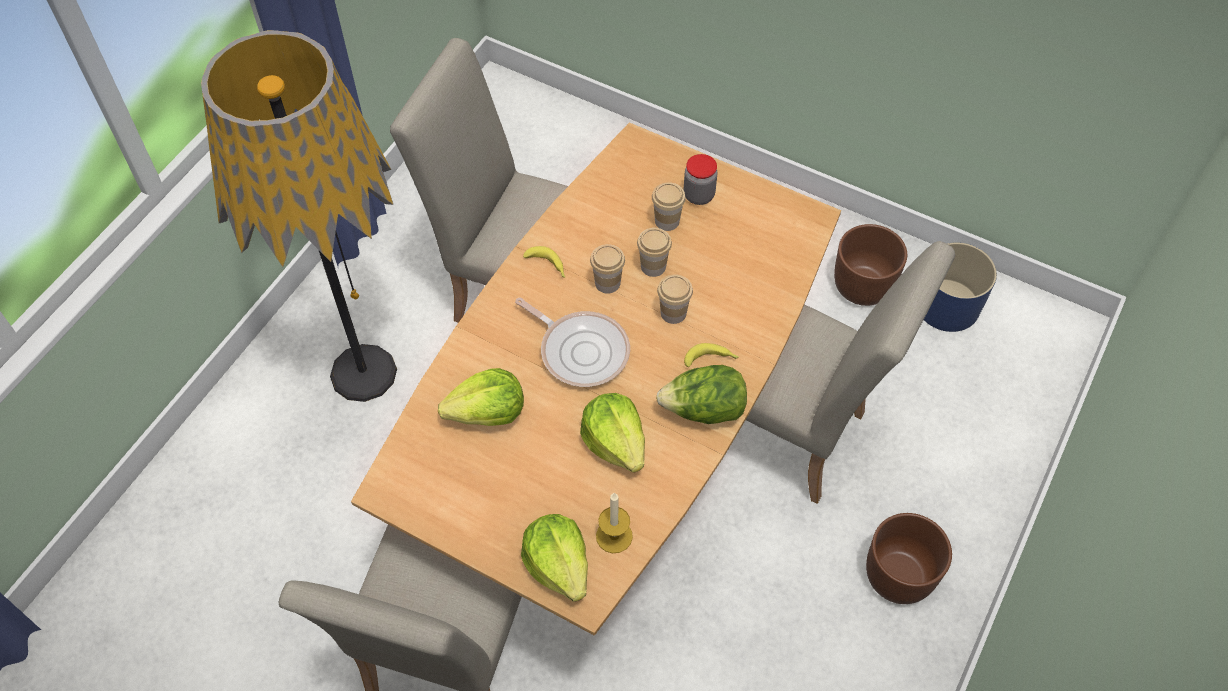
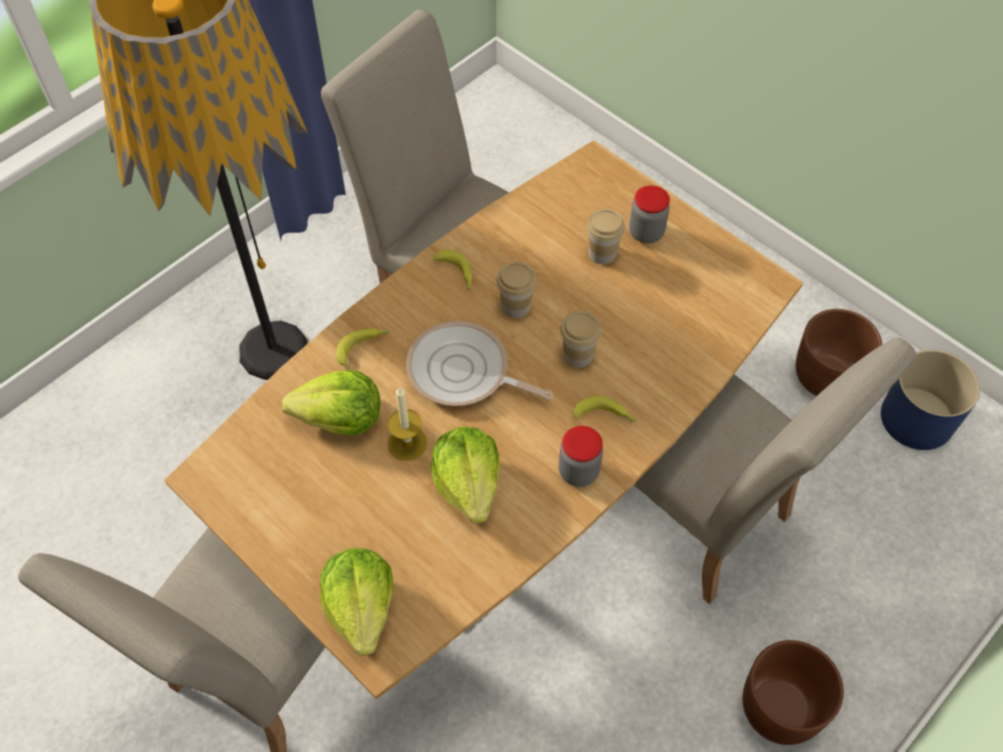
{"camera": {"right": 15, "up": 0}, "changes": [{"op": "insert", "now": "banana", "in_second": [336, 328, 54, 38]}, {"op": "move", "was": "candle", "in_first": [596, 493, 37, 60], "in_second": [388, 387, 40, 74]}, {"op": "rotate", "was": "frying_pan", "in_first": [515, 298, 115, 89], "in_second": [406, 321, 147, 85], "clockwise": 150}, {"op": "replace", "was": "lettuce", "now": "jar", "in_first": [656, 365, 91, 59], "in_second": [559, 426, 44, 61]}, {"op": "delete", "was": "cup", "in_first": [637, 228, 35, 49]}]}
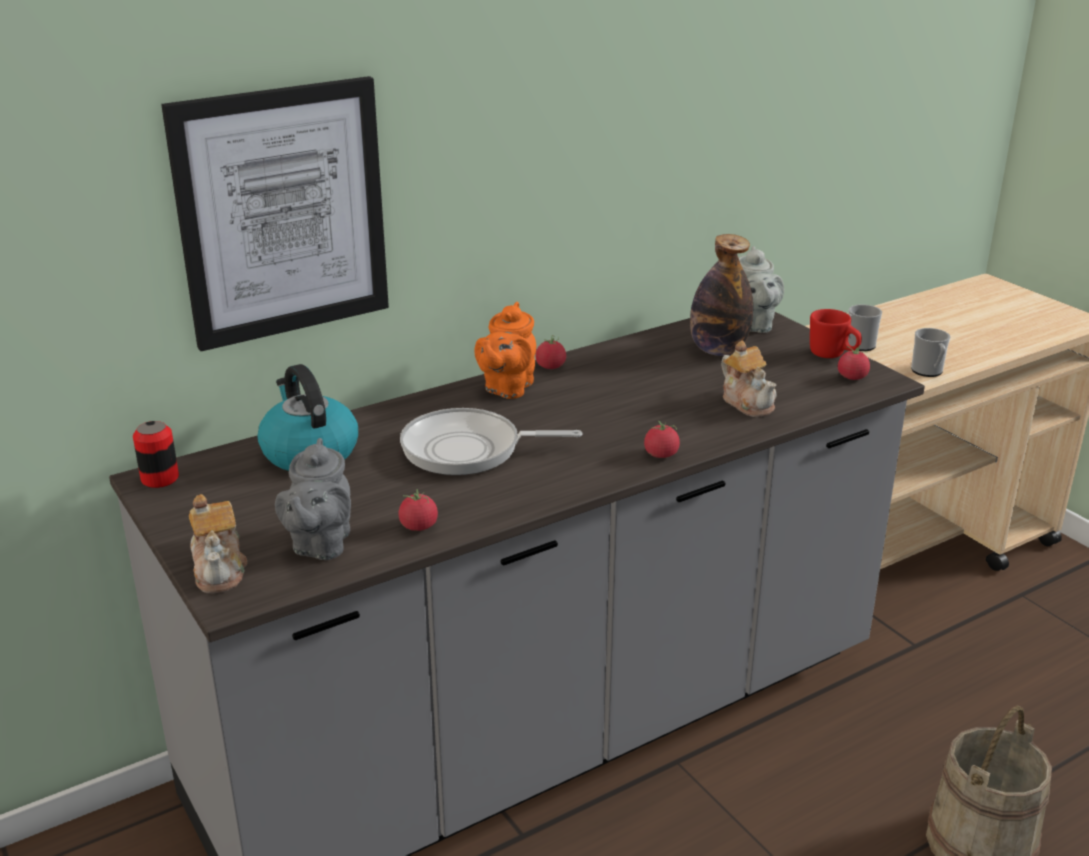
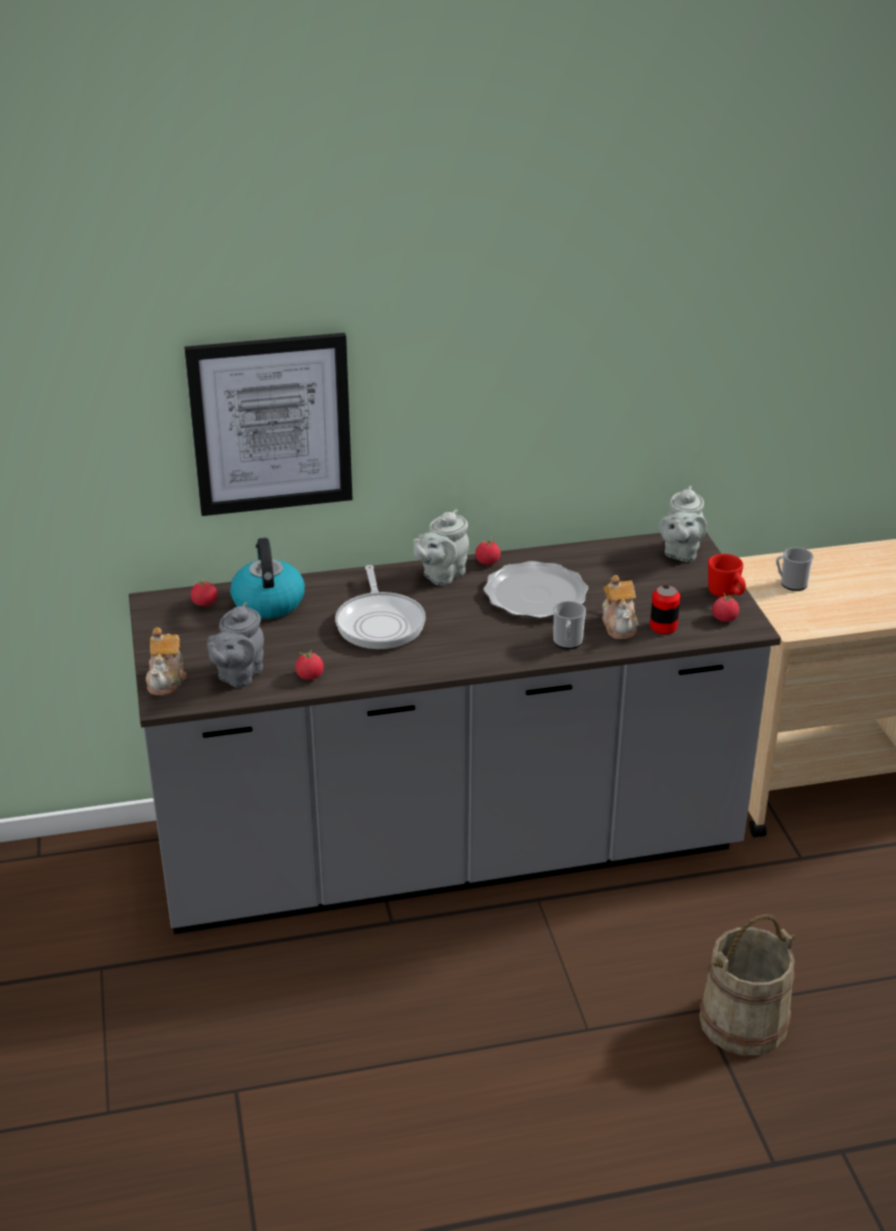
{"camera": {"right": 20, "up": 5}, "changes": [{"op": "move", "was": "tomato", "in_first": [644, 421, 36, 37], "in_second": [191, 579, 26, 27]}, {"op": "rotate", "was": "frying_pan", "in_first": [400, 408, 183, 67], "in_second": [335, 565, 91, 84], "clockwise": -120}, {"op": "recolor", "was": "orange_teapot", "now": "grey_teapot", "in_first": [475, 302, 61, 97], "in_second": [413, 509, 56, 77]}, {"op": "insert", "now": "plate", "in_second": [483, 561, 106, 57]}, {"op": "move", "was": "mug", "in_first": [911, 328, 39, 49], "in_second": [553, 601, 33, 48]}, {"op": "move", "was": "can", "in_first": [133, 421, 46, 67], "in_second": [650, 585, 30, 49]}, {"op": "delete", "was": "bottle", "in_first": [690, 234, 63, 122]}]}
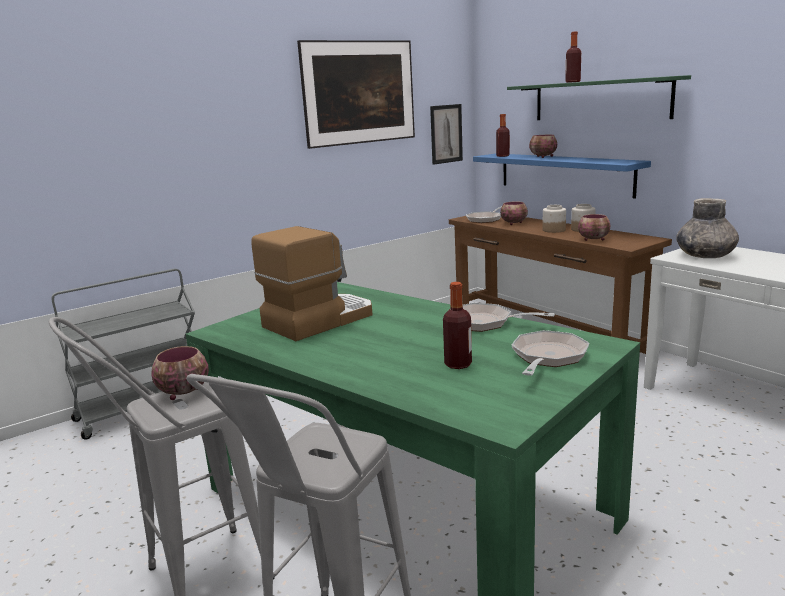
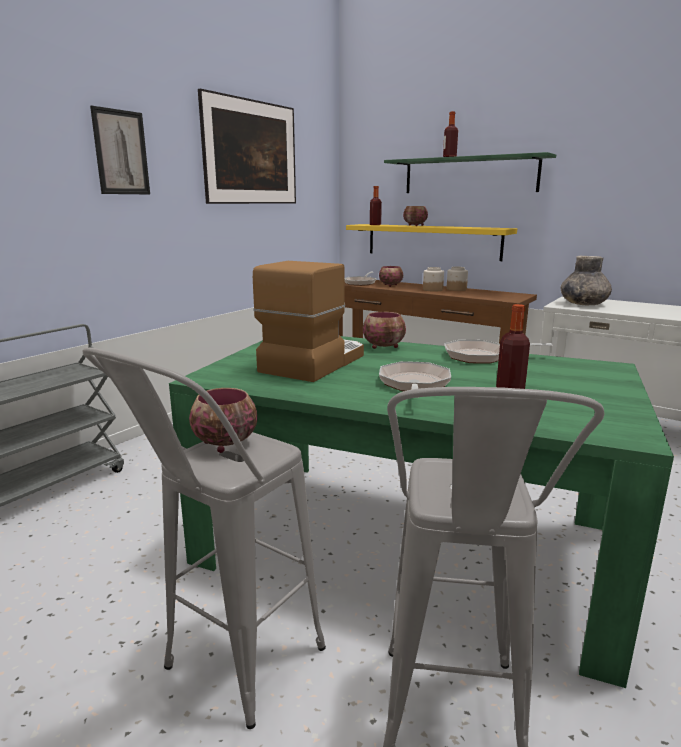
{"camera": {"right": -20, "up": 0}, "changes": [{"op": "move", "was": "picture", "in_first": [430, 104, 33, 61], "in_second": [90, 105, 60, 89]}, {"op": "recolor", "was": "blue_shelf", "now": "yellow_shelf", "in_first": [473, 153, 178, 46], "in_second": [346, 224, 171, 37]}, {"op": "move", "was": "bowl", "in_first": [578, 214, 32, 27], "in_second": [363, 312, 43, 37]}, {"op": "move", "was": "frying_pan", "in_first": [512, 330, 77, 46], "in_second": [379, 361, 72, 37]}]}
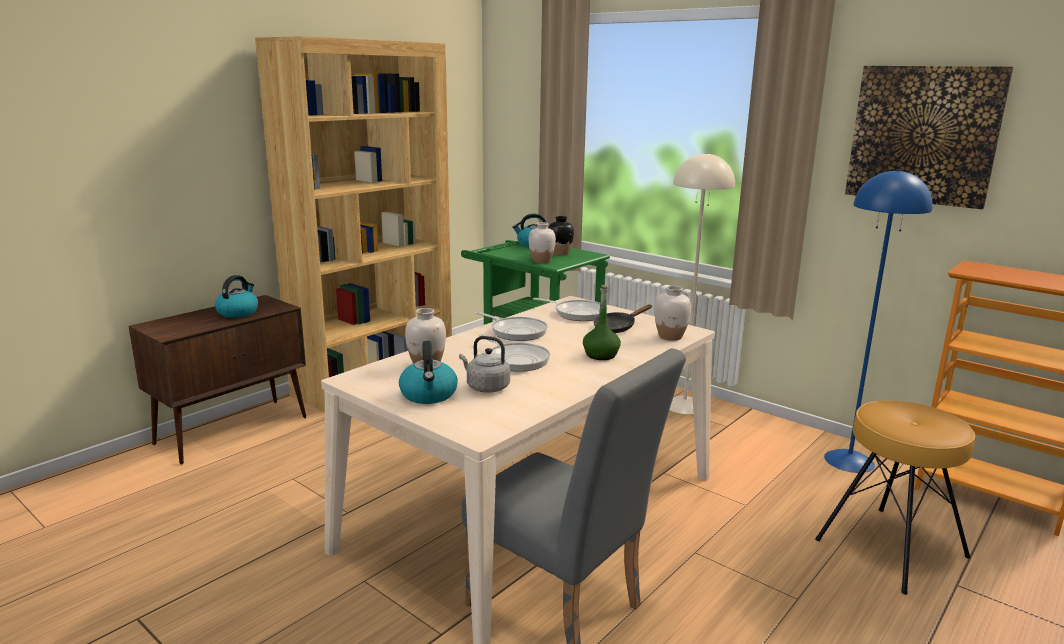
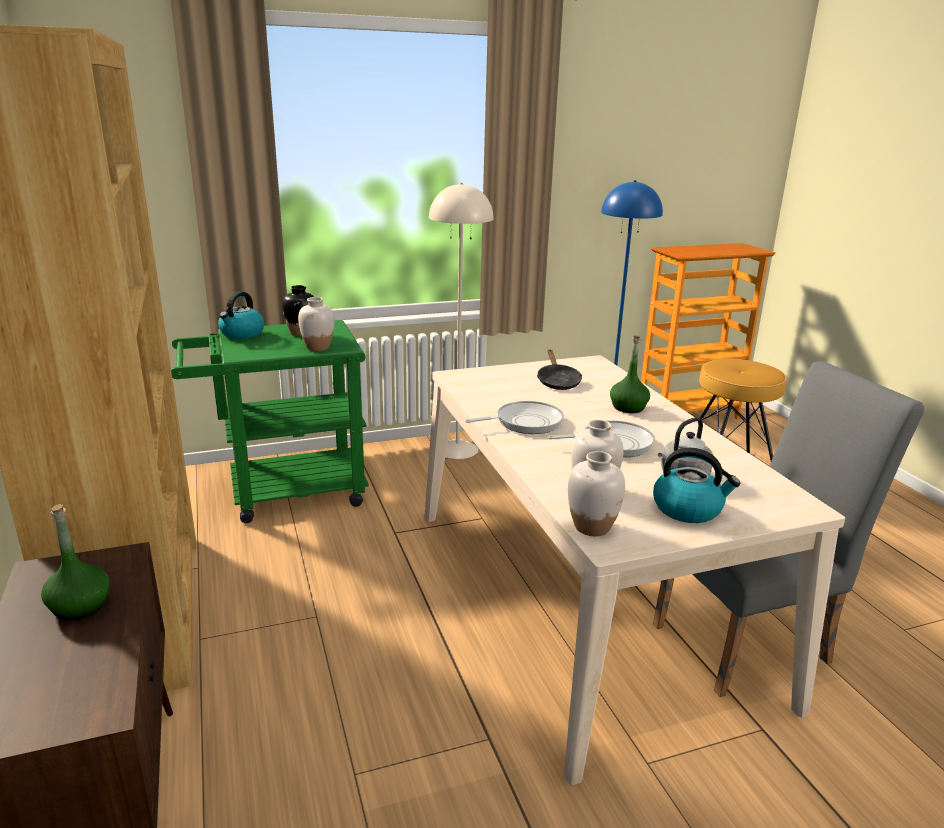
{"camera": {"right": -60, "up": 5}, "changes": [{"op": "replace", "was": "kettle", "now": "green_bottle", "in_first": [215, 275, 43, 43], "in_second": [41, 504, 69, 117]}, {"op": "move", "was": "white_vase", "in_first": [654, 286, 37, 55], "in_second": [568, 451, 57, 85]}, {"op": "delete", "was": "frying_pan", "in_first": [533, 298, 75, 23]}, {"op": "delete", "was": "picture", "in_first": [845, 66, 168, 143]}]}
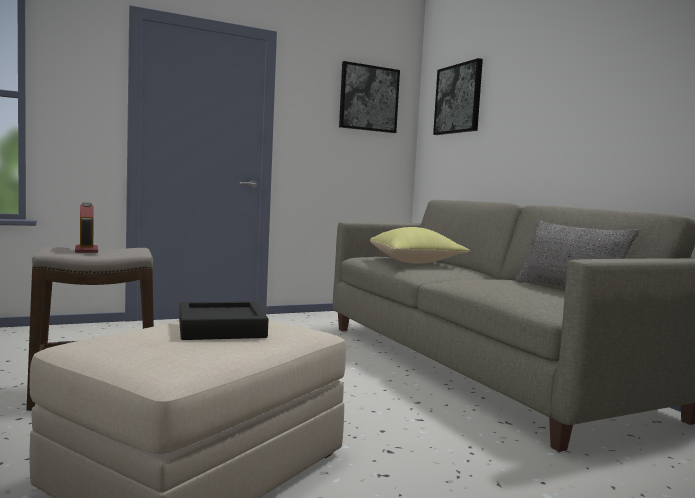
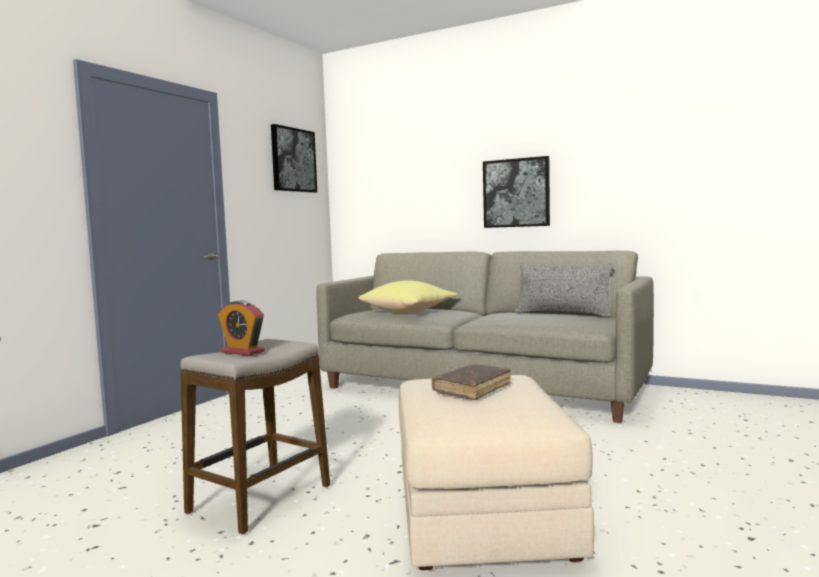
{"camera": {"right": -35, "up": 0}, "changes": [{"op": "replace", "was": "black_tray", "now": "brown_book", "in_first": [179, 301, 89, 39], "in_second": [431, 364, 80, 36]}, {"op": "move", "was": "picture", "in_first": [433, 58, 50, 77], "in_second": [483, 156, 67, 72]}]}
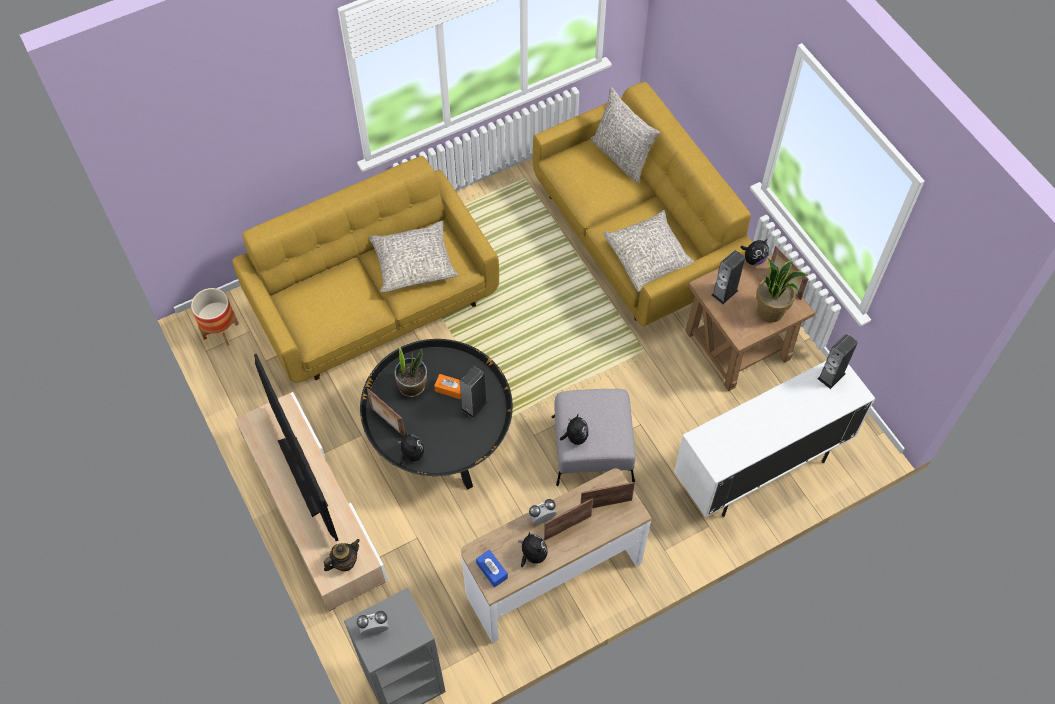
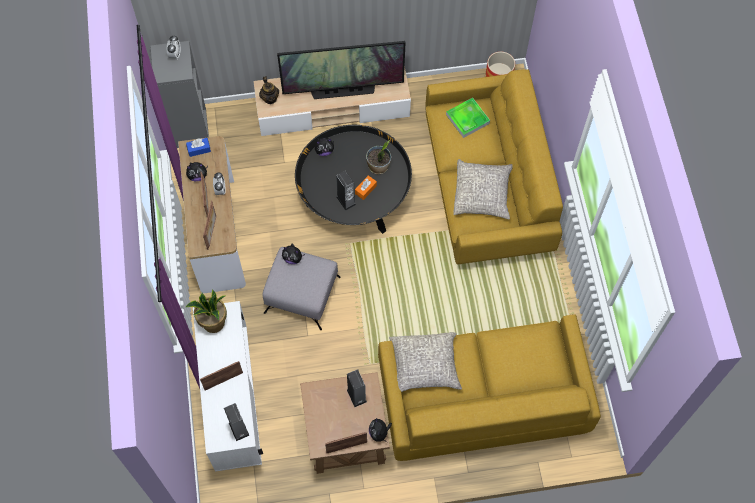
{"camera": {"right": 110, "up": 5}, "changes": [{"op": "move", "was": "potted_plant", "in_first": [756, 258, 52, 65], "in_second": [186, 289, 41, 44]}, {"op": "move", "was": "picture_frame", "in_first": [367, 388, 38, 49], "in_second": [200, 361, 43, 30]}, {"op": "insert", "now": "tray", "in_second": [446, 98, 44, 40]}, {"op": "delete", "was": "grey_pillow", "in_first": [590, 87, 70, 97]}]}
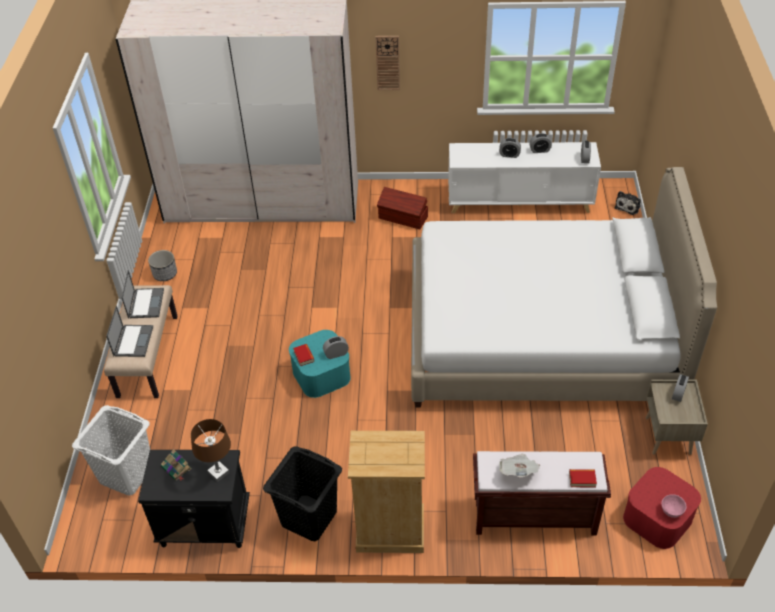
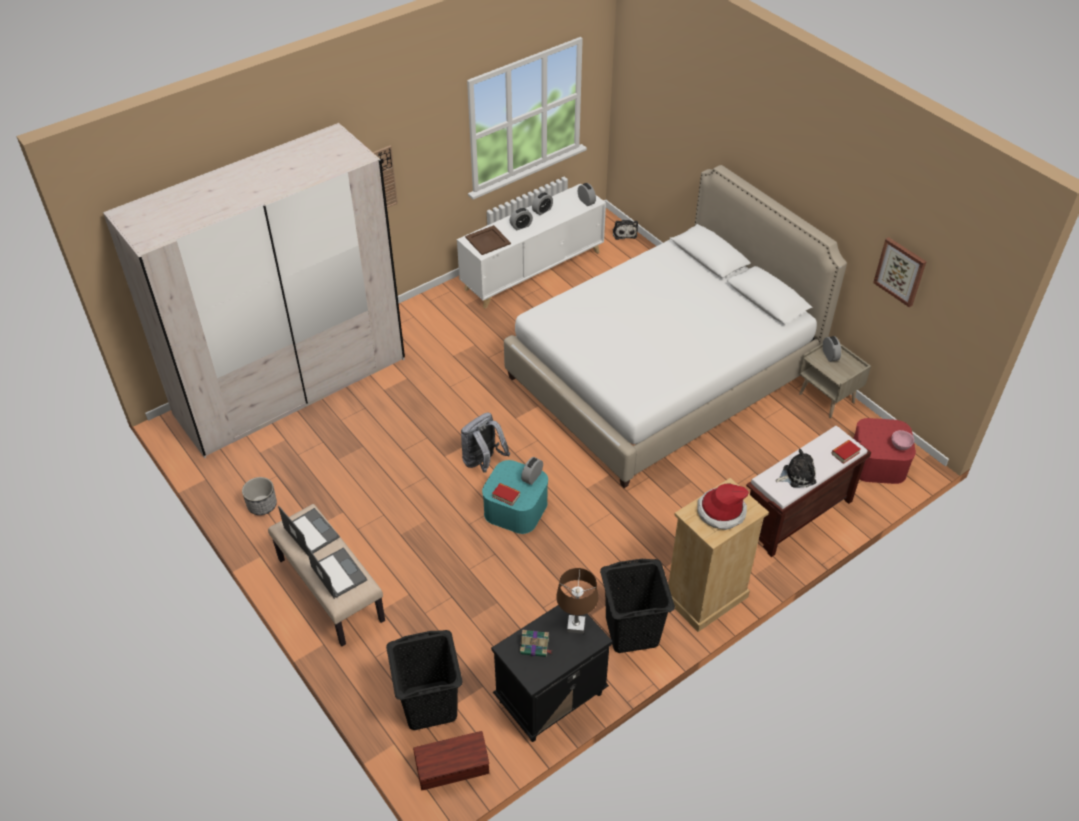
{"camera": {"right": -40, "up": 0}, "changes": [{"op": "recolor", "was": "white_laundry_basket", "now": "black_laundry_basket", "in_first": [72, 405, 78, 91], "in_second": [386, 630, 77, 100]}, {"op": "move", "was": "brown_storage_box", "in_first": [377, 187, 51, 42], "in_second": [413, 731, 76, 59]}, {"op": "insert", "now": "grey_backpack", "in_second": [461, 413, 49, 60]}, {"op": "insert", "now": "brown_tray", "in_second": [465, 225, 46, 30]}, {"op": "insert", "now": "hat", "in_second": [697, 483, 52, 47]}, {"op": "replace", "was": "newspaper", "now": "plush_toy", "in_first": [499, 454, 41, 24], "in_second": [775, 449, 41, 39]}, {"op": "insert", "now": "picture", "in_second": [873, 237, 54, 71]}]}
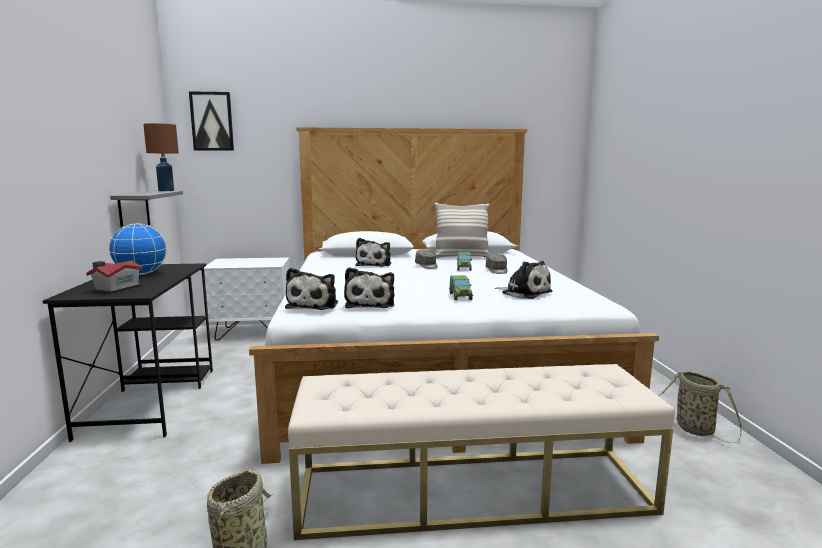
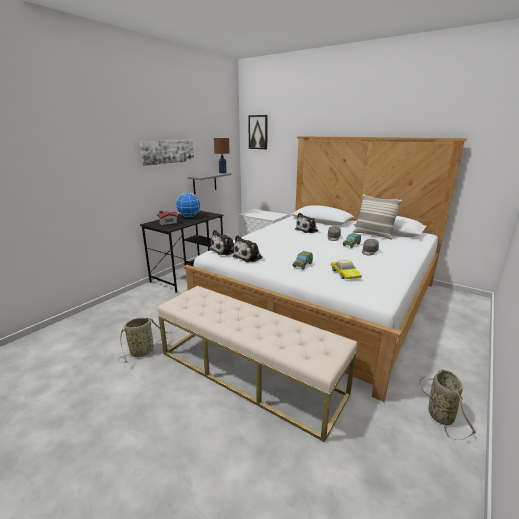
{"camera": {"right": 40, "up": 10}, "changes": [{"op": "insert", "now": "picture", "in_second": [139, 140, 55, 26]}, {"op": "replace", "was": "plush_toy", "now": "toy_car", "in_first": [495, 261, 57, 38], "in_second": [331, 260, 31, 19]}]}
